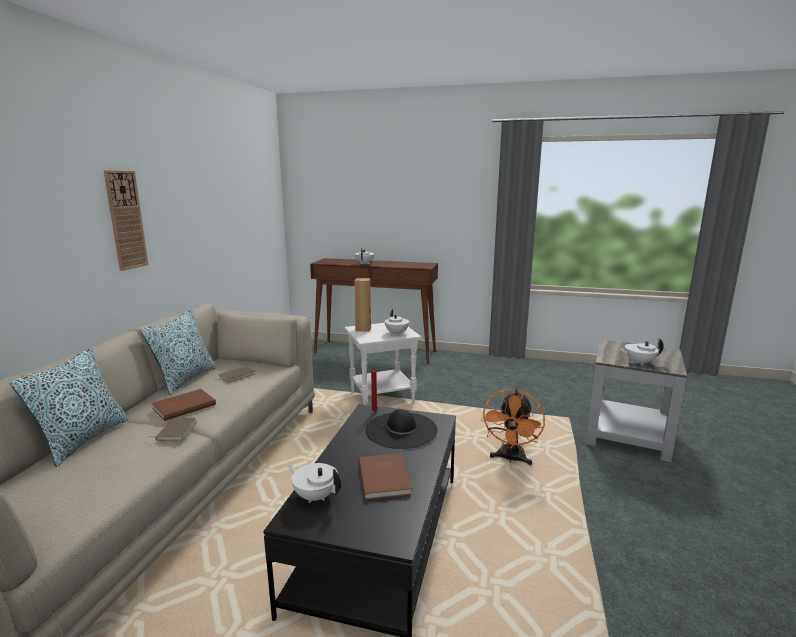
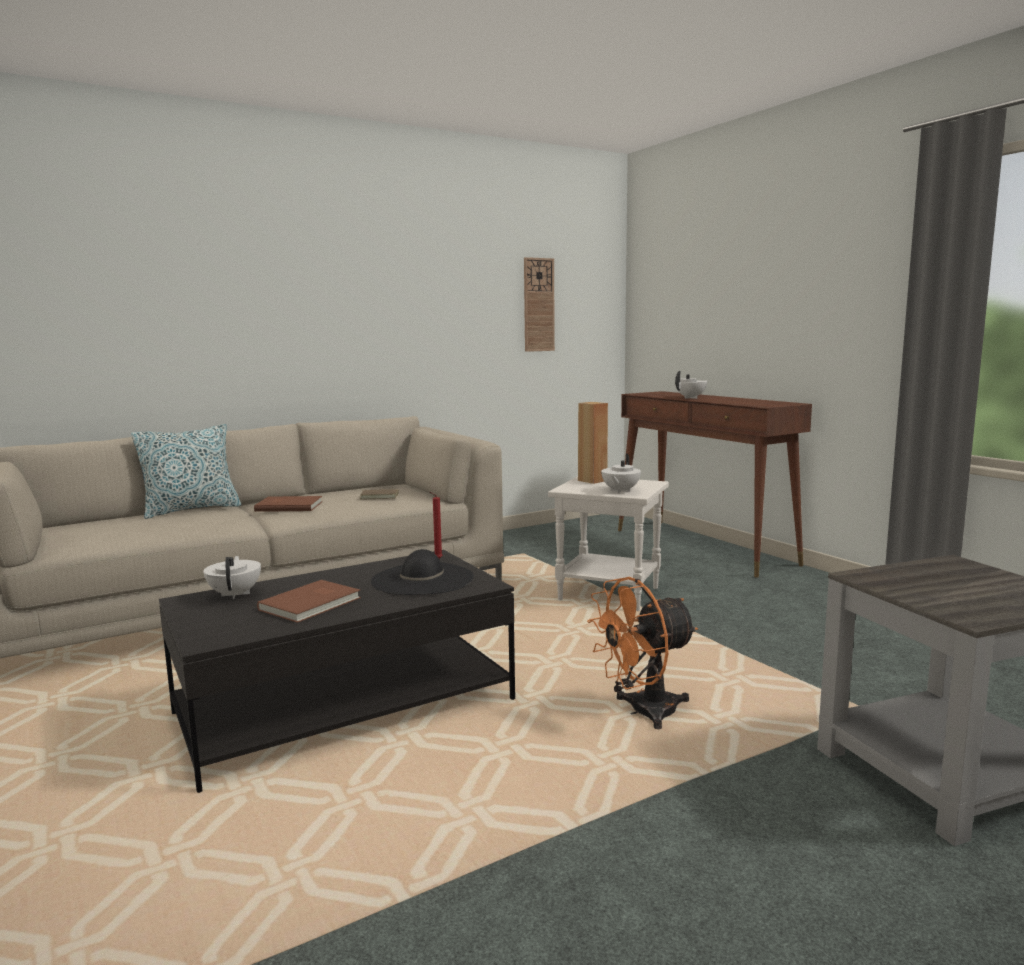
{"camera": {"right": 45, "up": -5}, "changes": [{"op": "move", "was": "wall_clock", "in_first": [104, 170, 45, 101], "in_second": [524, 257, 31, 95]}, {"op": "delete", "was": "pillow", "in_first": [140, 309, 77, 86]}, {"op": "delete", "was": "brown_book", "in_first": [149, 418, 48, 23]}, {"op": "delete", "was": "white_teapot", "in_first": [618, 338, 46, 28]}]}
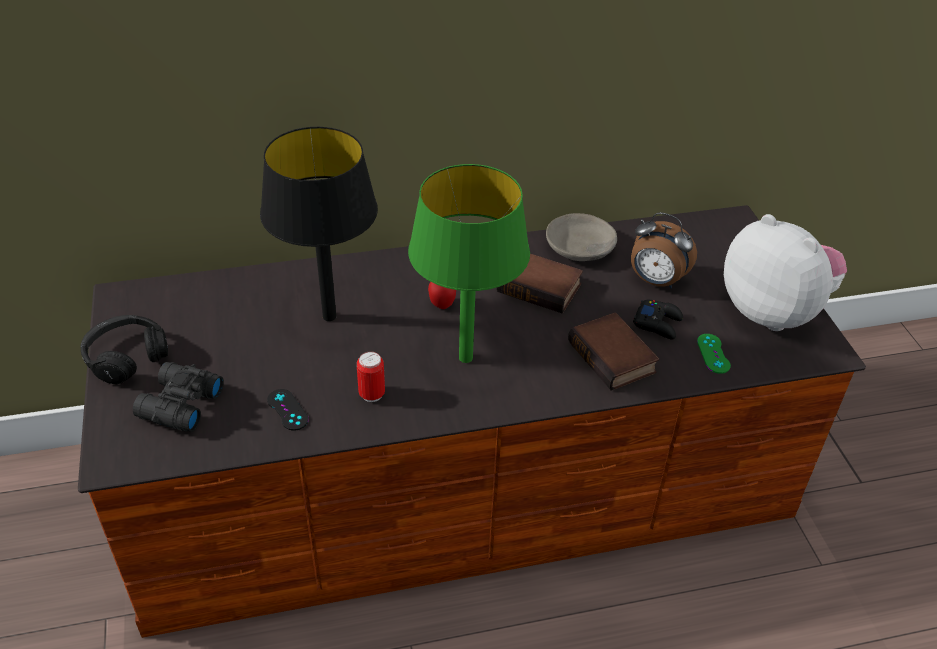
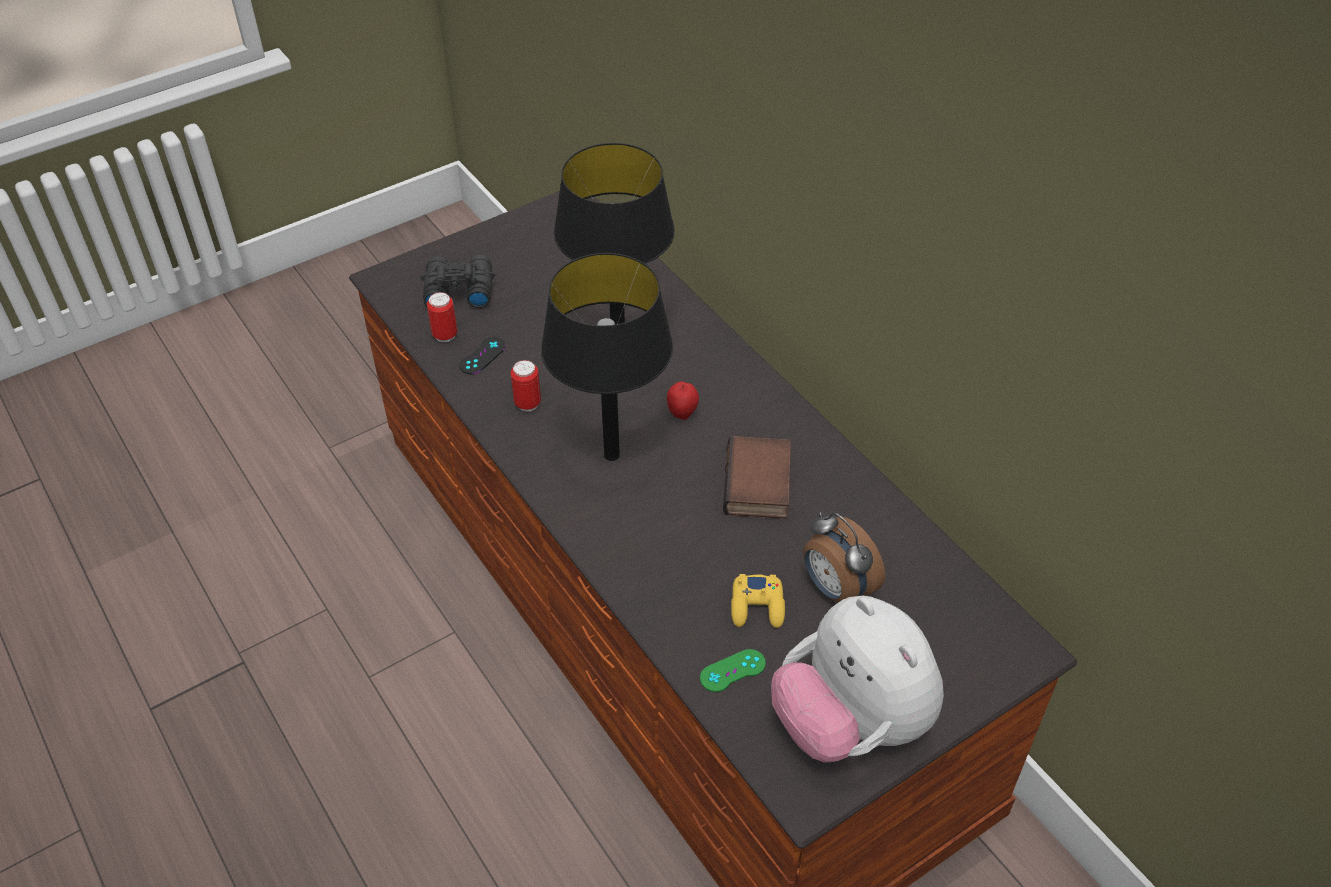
{"camera": {"right": 70, "up": 5}, "changes": [{"op": "insert", "now": "can", "in_second": [427, 292, 30, 50]}, {"op": "recolor", "was": "green_table_lamp", "now": "black_table_lamp", "in_first": [408, 164, 122, 199], "in_second": [541, 253, 132, 208]}, {"op": "recolor", "was": "black_game_controller", "now": "yellow_game_controller", "in_first": [633, 300, 50, 39], "in_second": [731, 574, 54, 54]}, {"op": "rotate", "was": "plush_toy", "in_first": [724, 214, 123, 117], "in_second": [771, 596, 173, 166], "clockwise": 120}, {"op": "rotate", "was": "alarm_clock", "in_first": [631, 212, 66, 77], "in_second": [804, 512, 81, 90], "clockwise": -45}, {"op": "delete", "was": "black_headphones", "in_first": [81, 315, 87, 69]}, {"op": "delete", "was": "grey_bowl", "in_first": [546, 213, 71, 48]}, {"op": "delete", "was": "book", "in_first": [568, 312, 91, 79]}]}
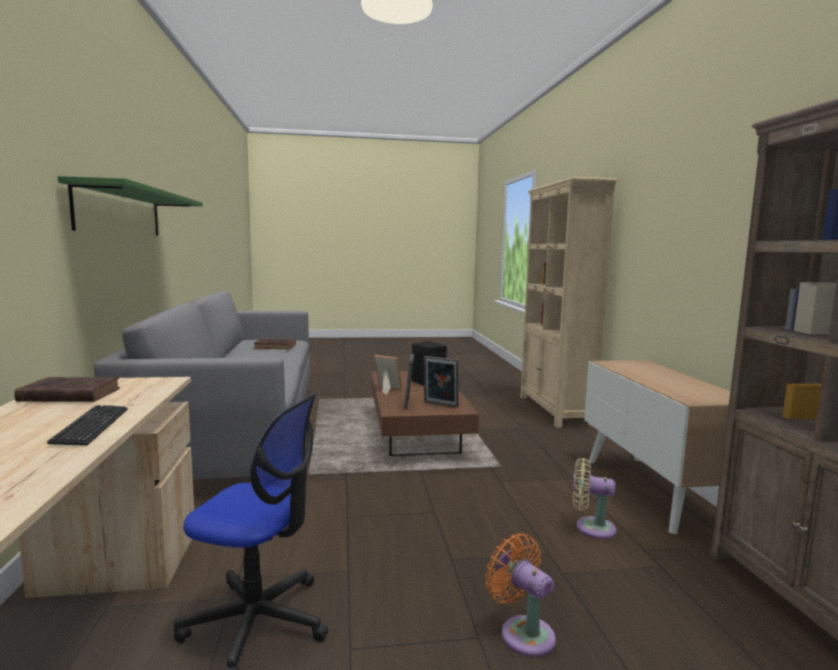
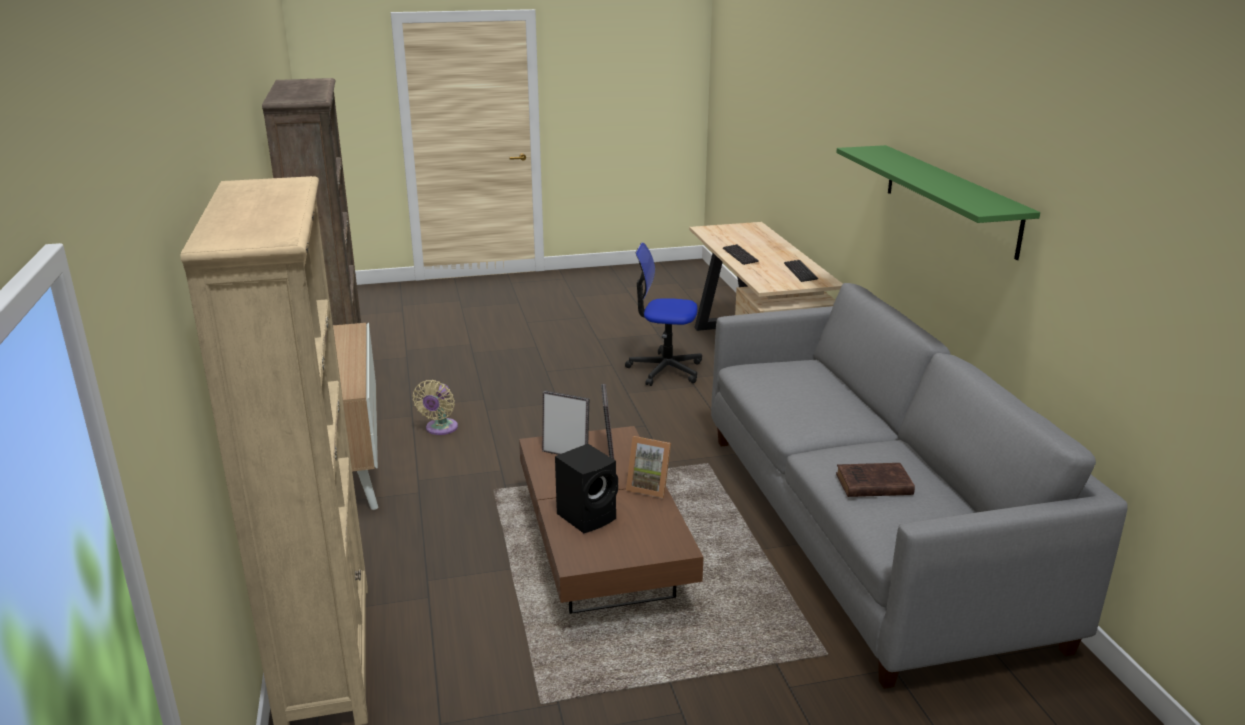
{"camera": {"right": 175, "up": 15}, "changes": [{"op": "rotate", "was": "beige_fan", "in_first": [573, 458, 44, 81], "in_second": [413, 380, 45, 55], "clockwise": 90}, {"op": "replace", "was": "brown_book", "now": "keyboard", "in_first": [14, 377, 106, 25], "in_second": [784, 260, 34, 22]}, {"op": "delete", "was": "orange_fan", "in_first": [485, 533, 71, 124]}]}
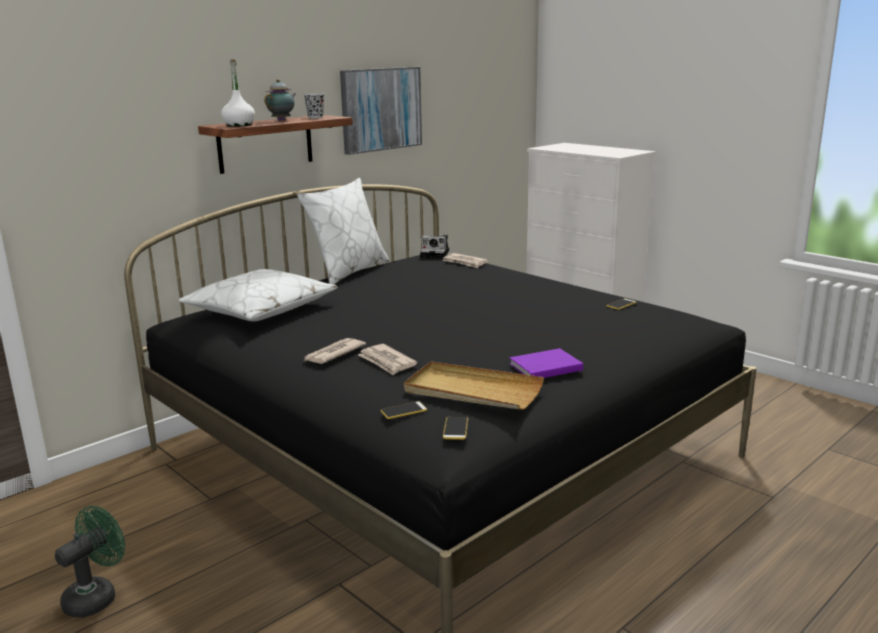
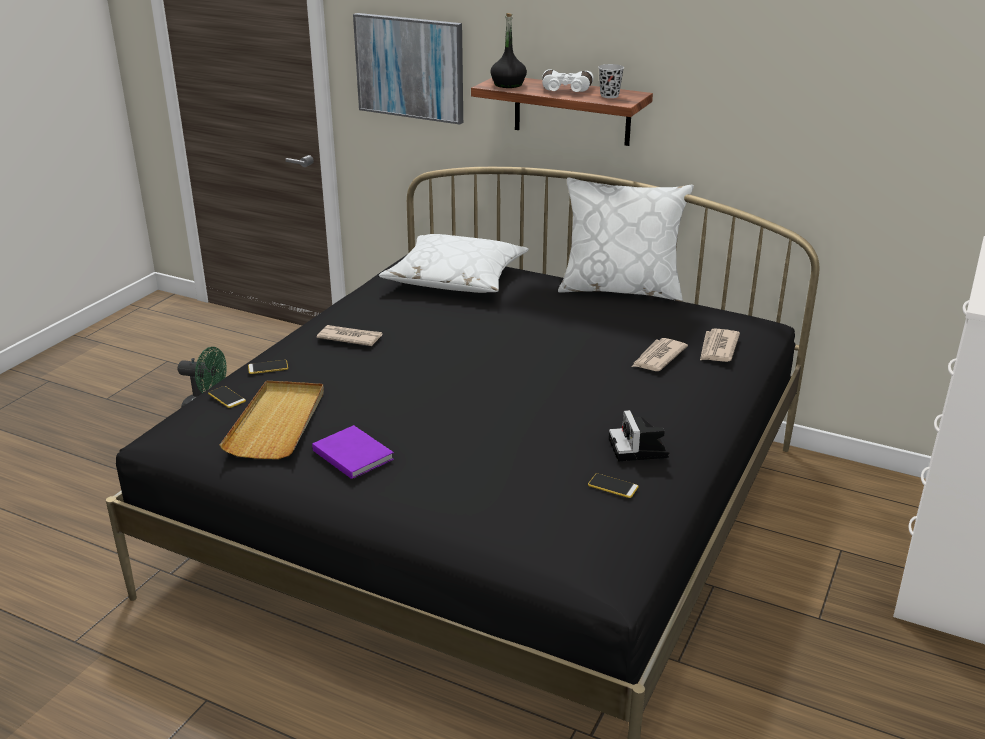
{"camera": {"right": 70, "up": 10}, "changes": [{"op": "move", "was": "phone", "in_first": [443, 417, 25, 23], "in_second": [248, 360, 40, 14]}, {"op": "move", "was": "picture", "in_first": [340, 67, 82, 88], "in_second": [353, 13, 110, 112]}, {"op": "recolor", "was": "white_bottle", "now": "black_bottle", "in_first": [221, 59, 34, 68], "in_second": [490, 13, 37, 75]}, {"op": "replace", "was": "teapot", "now": "white_binoculars", "in_first": [264, 79, 32, 42], "in_second": [542, 69, 52, 23]}, {"op": "move", "was": "photo_camera", "in_first": [420, 235, 29, 23], "in_second": [609, 410, 61, 51]}, {"op": "move", "was": "newspaper", "in_first": [358, 344, 59, 31], "in_second": [632, 338, 56, 33]}]}
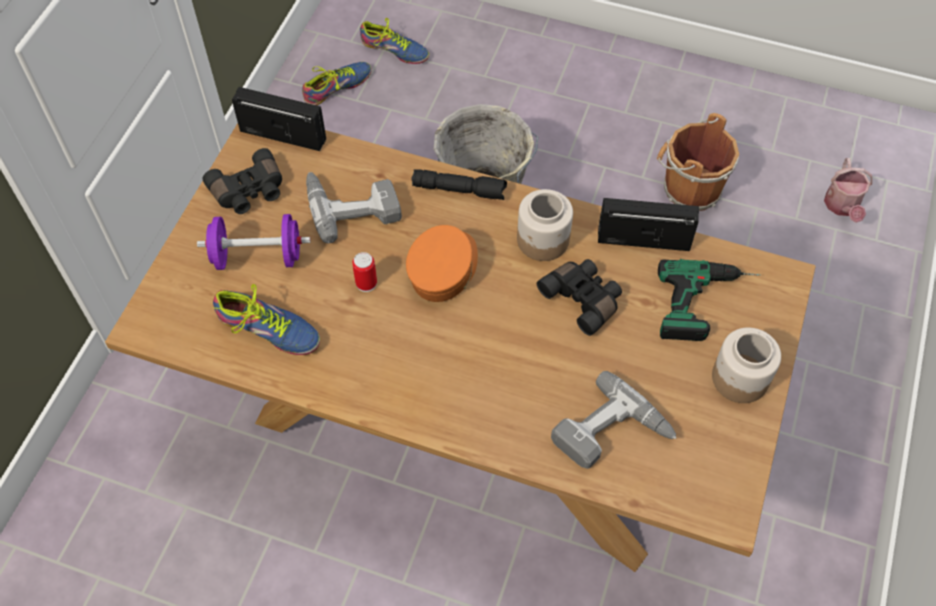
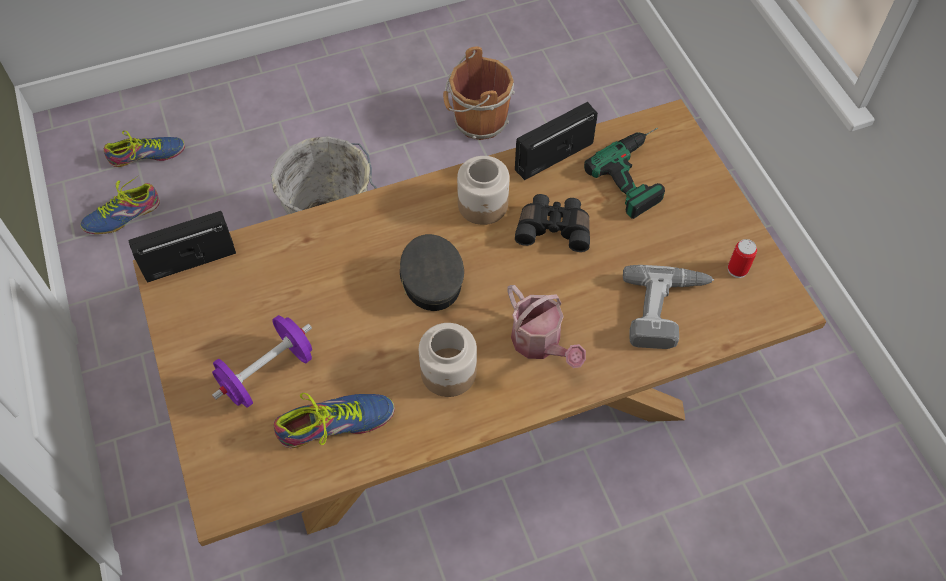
{"camera": {"right": -40, "up": 0}, "changes": [{"op": "rotate", "was": "shoe", "in_first": [302, 62, 69, 43], "in_second": [80, 176, 80, 58], "clockwise": -135}, {"op": "recolor", "was": "orange_cap", "now": "grey_cap", "in_first": [406, 225, 72, 77], "in_second": [400, 234, 64, 77]}, {"op": "move", "was": "jar", "in_first": [712, 327, 69, 76], "in_second": [419, 323, 58, 74]}, {"op": "move", "was": "watering_can", "in_first": [824, 158, 48, 65], "in_second": [507, 285, 79, 83]}, {"op": "move", "was": "can", "in_first": [352, 252, 25, 40], "in_second": [728, 239, 29, 39]}, {"op": "delete", "was": "black_binoculars", "in_first": [203, 148, 79, 66]}, {"op": "delete", "was": "power_drill", "in_first": [306, 172, 96, 72]}, {"op": "delete", "was": "black_flashlight", "in_first": [411, 169, 96, 31]}]}
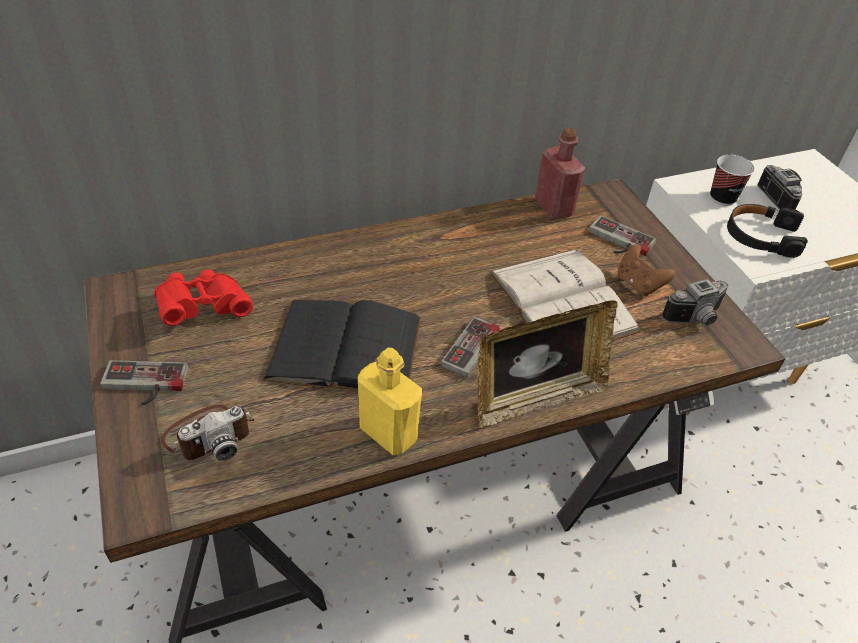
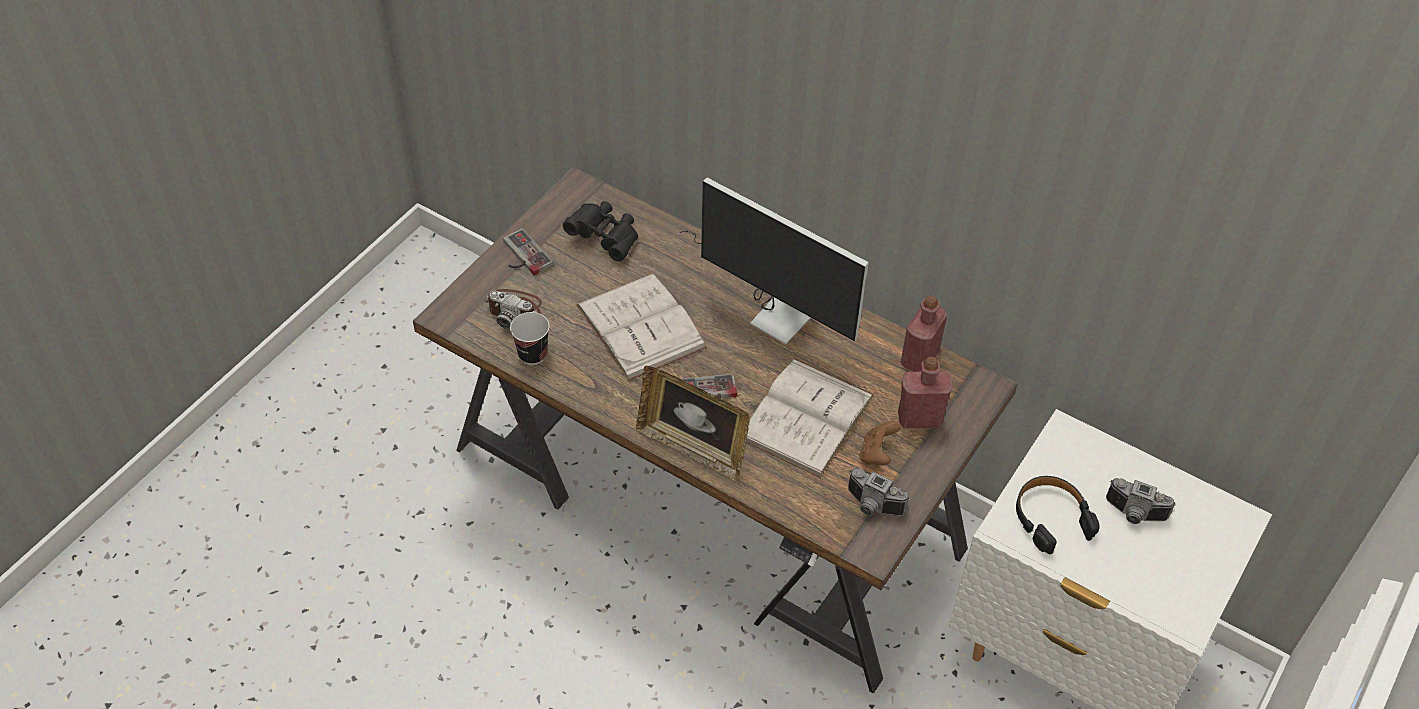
{"camera": {"right": 55, "up": 5}, "changes": [{"op": "move", "was": "cup", "in_first": [710, 155, 45, 51], "in_second": [510, 312, 40, 53]}, {"op": "recolor", "was": "red_binoculars", "now": "black_binoculars", "in_first": [154, 269, 99, 57], "in_second": [563, 201, 75, 60]}, {"op": "recolor", "was": "black_book", "now": "white_book", "in_first": [262, 300, 159, 90], "in_second": [576, 274, 131, 107]}, {"op": "insert", "now": "monitor", "in_second": [677, 178, 192, 166]}, {"op": "replace", "was": "game_controller", "now": "red_bottle", "in_first": [589, 215, 67, 41], "in_second": [898, 357, 55, 71]}, {"op": "rotate", "was": "photo_camera", "in_first": [757, 165, 45, 45], "in_second": [1106, 478, 70, 46], "clockwise": 75}, {"op": "delete", "was": "yellow_bottle", "in_first": [358, 348, 64, 107]}]}
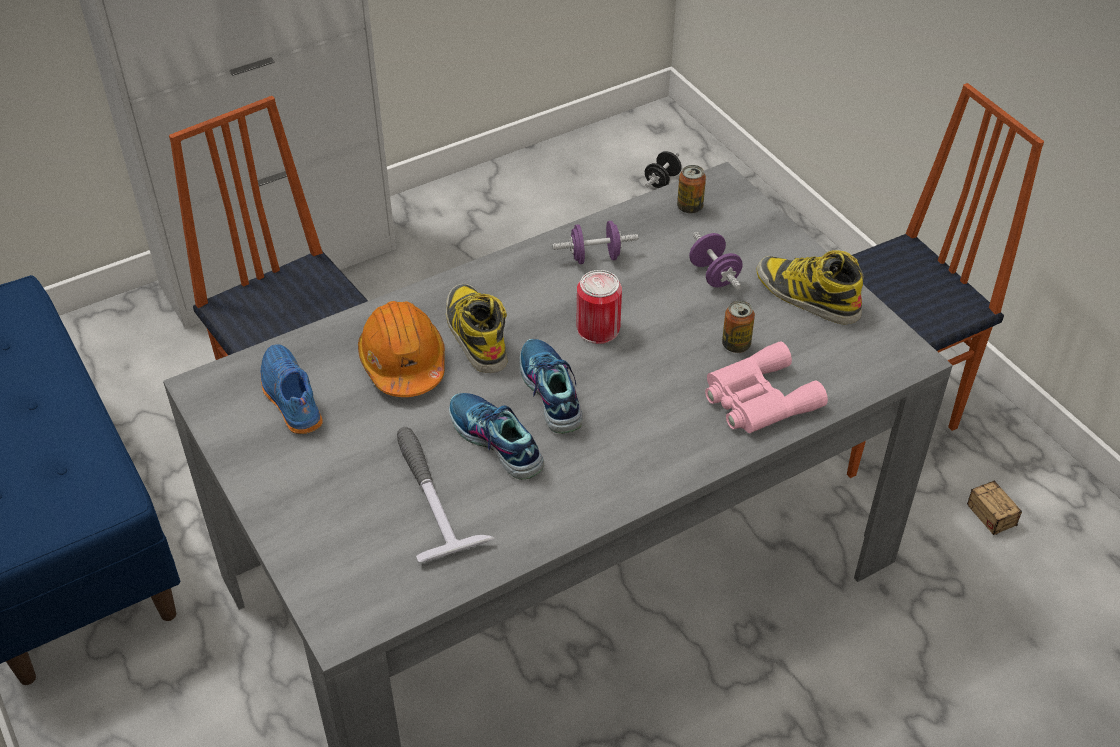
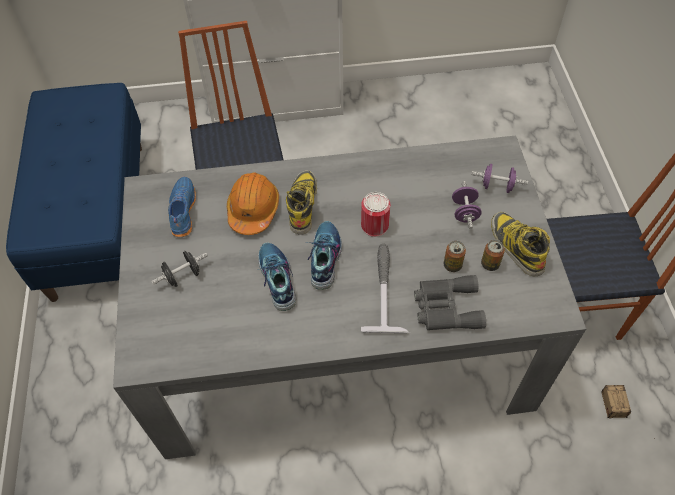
{"camera": {"right": 25, "up": 10}, "changes": [{"op": "move", "was": "black_dumbbell", "in_first": [645, 151, 37, 37], "in_second": [152, 251, 56, 36]}, {"op": "move", "was": "hammer", "in_first": [397, 427, 98, 135], "in_second": [361, 244, 49, 89]}, {"op": "recolor", "was": "pink_binoculars", "now": "grey_binoculars", "in_first": [705, 341, 123, 92], "in_second": [414, 275, 72, 55]}, {"op": "move", "was": "purple_dumbbell", "in_first": [552, 221, 86, 43], "in_second": [471, 164, 57, 29]}, {"op": "move", "was": "can", "in_first": [677, 165, 29, 49], "in_second": [481, 240, 24, 31]}]}
